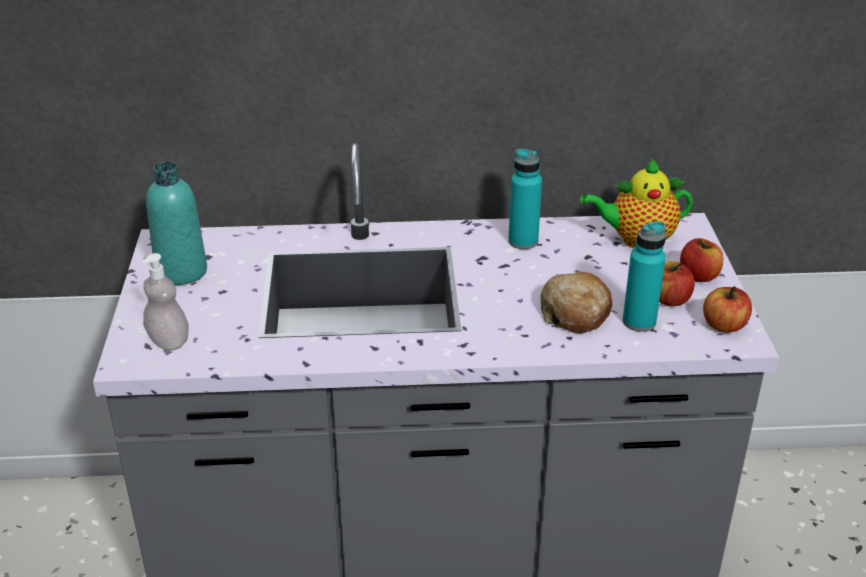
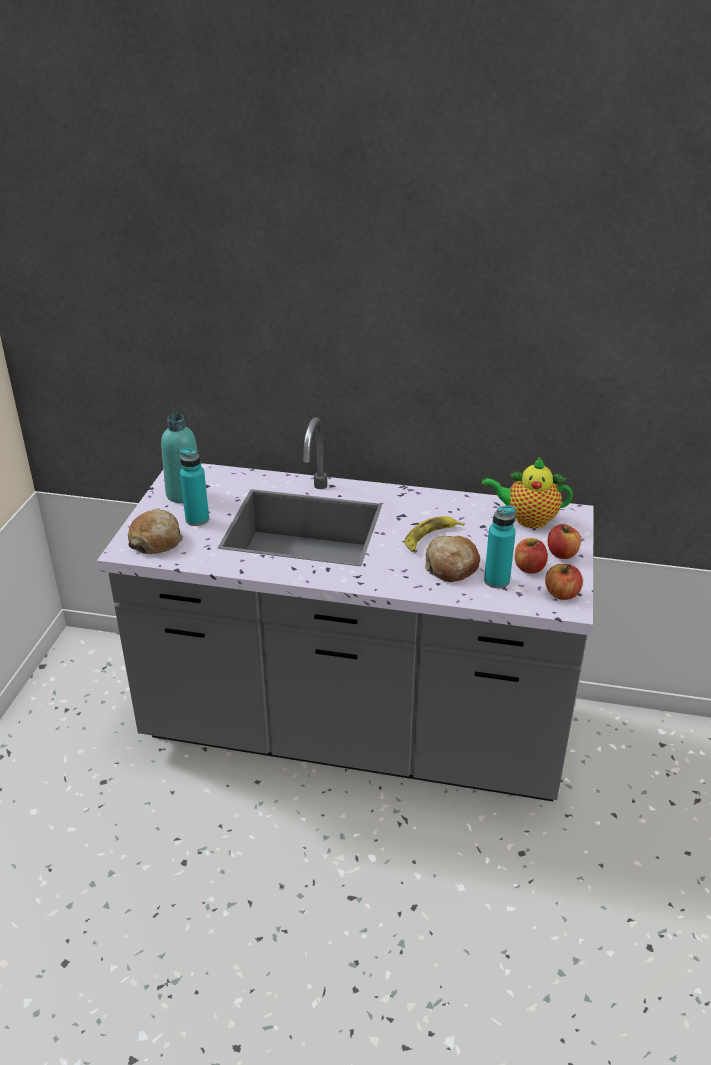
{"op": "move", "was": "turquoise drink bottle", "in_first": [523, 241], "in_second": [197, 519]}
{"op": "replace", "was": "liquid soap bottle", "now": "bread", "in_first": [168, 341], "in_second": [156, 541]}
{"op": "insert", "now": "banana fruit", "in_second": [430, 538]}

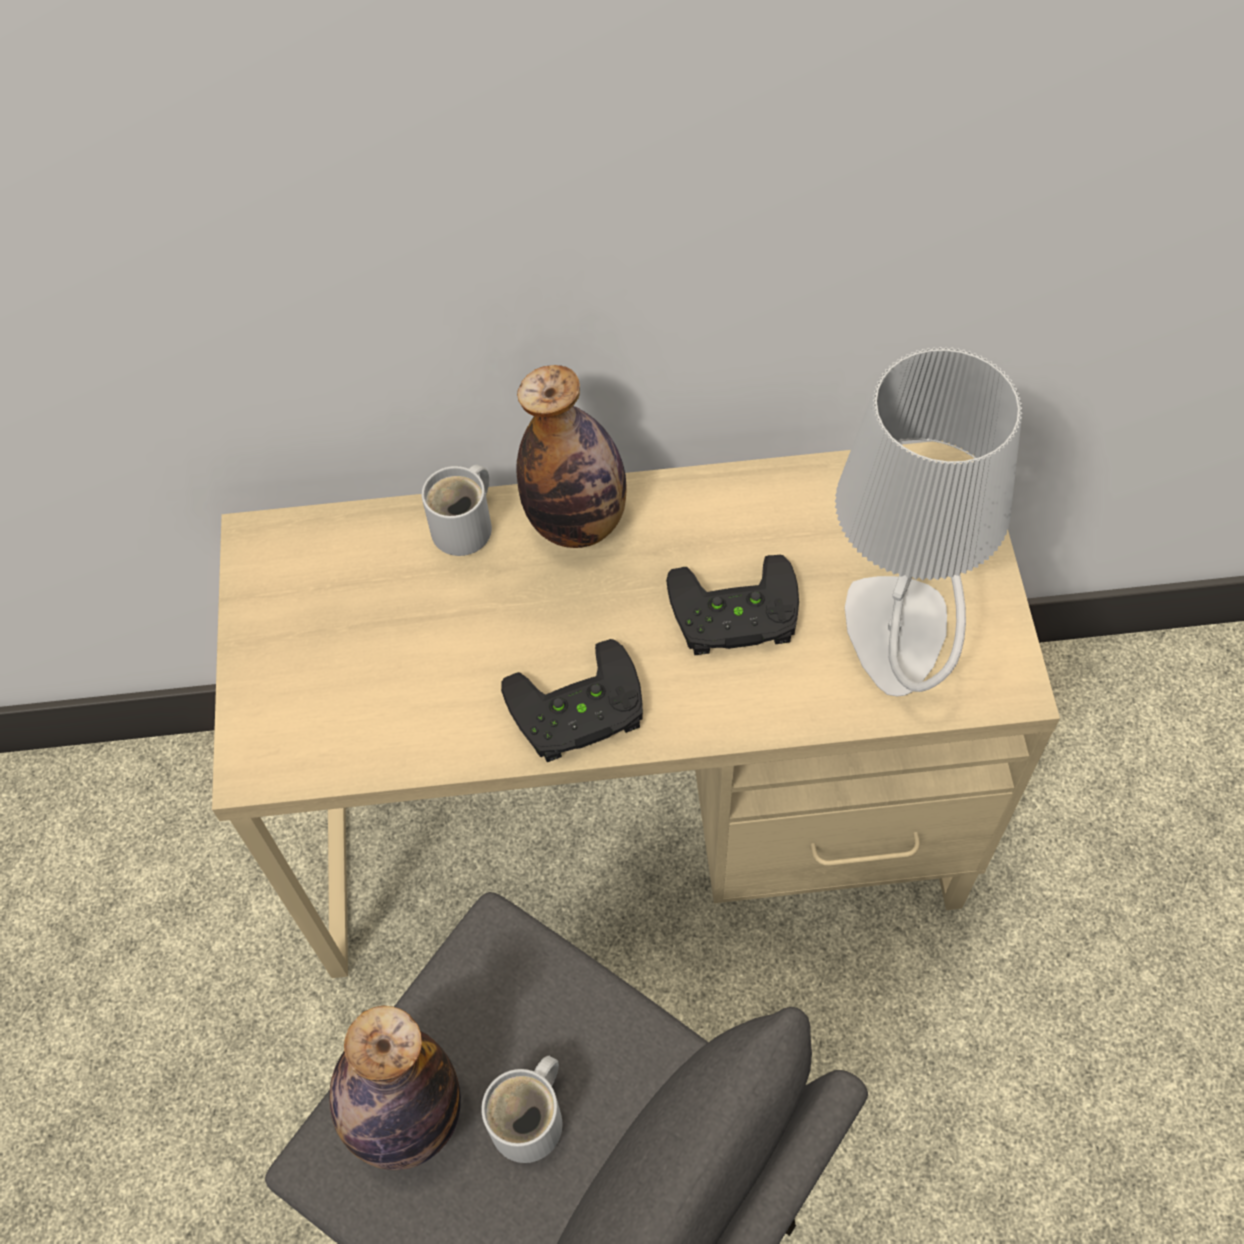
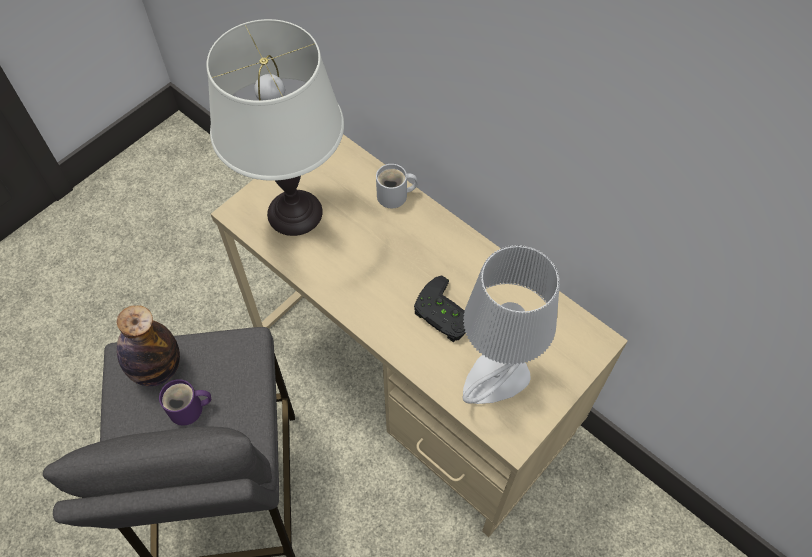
{"op": "delete", "was": "drink bottle", "in_first": [577, 521]}
{"op": "delete", "was": "blackish gamepad", "in_first": [578, 714]}
{"op": "recolor", "was": "white coffee mug", "now": "purple coffee mug", "in_first": [532, 1119], "in_second": [189, 410]}
{"op": "insert", "now": "white lamp for a table", "in_second": [294, 213]}

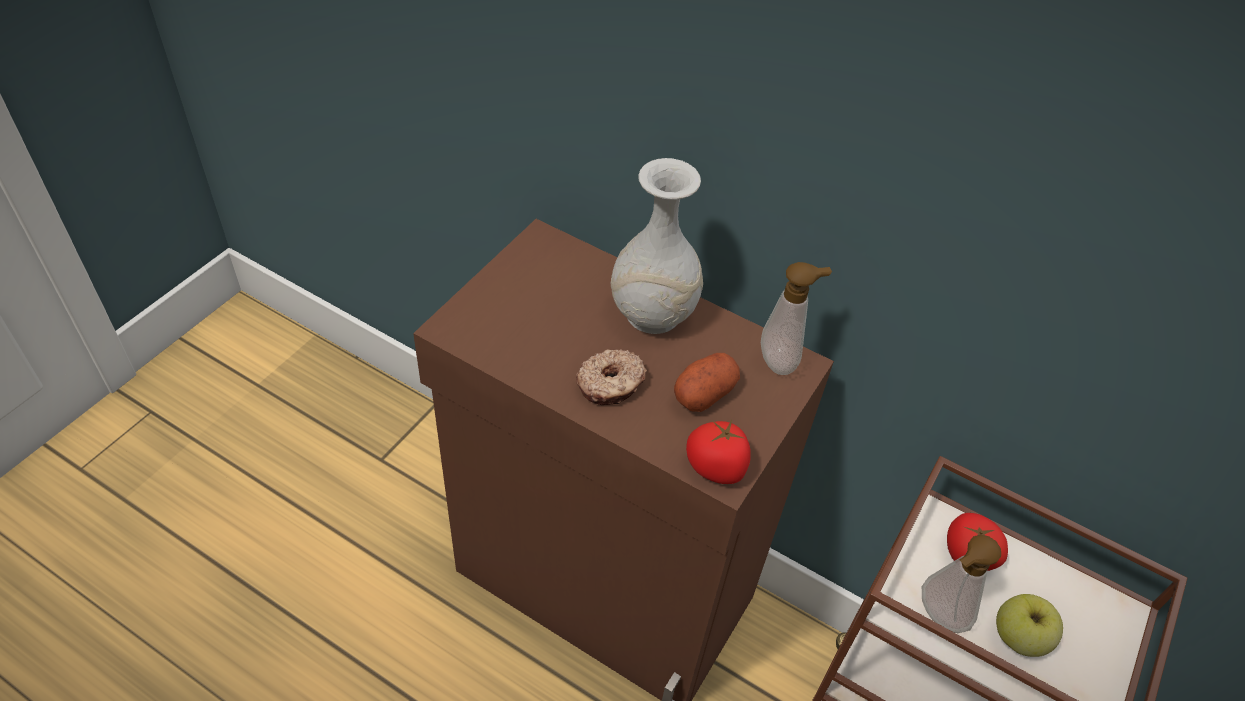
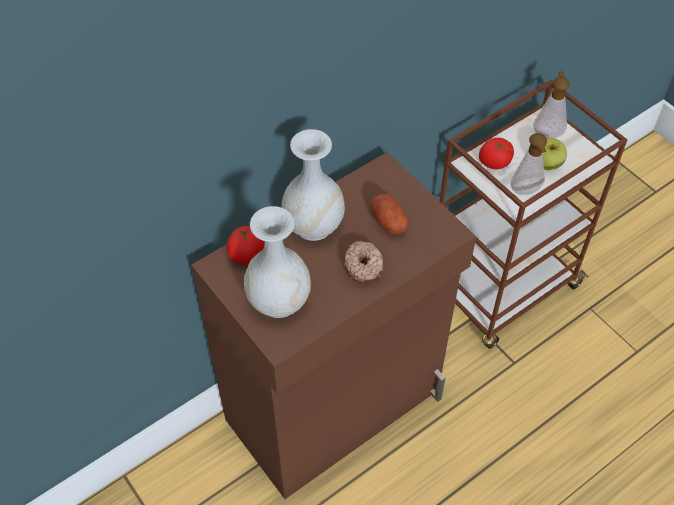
{"op": "move", "was": "liquid soap bottle", "in_first": [781, 361], "in_second": [547, 132]}
{"op": "move", "was": "fresh tomato", "in_first": [716, 467], "in_second": [248, 254]}
{"op": "insert", "now": "white decorative vase", "in_second": [279, 300]}

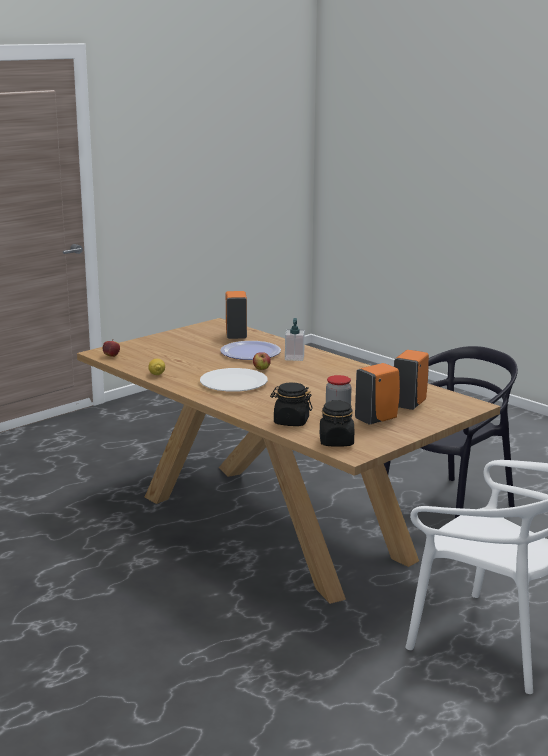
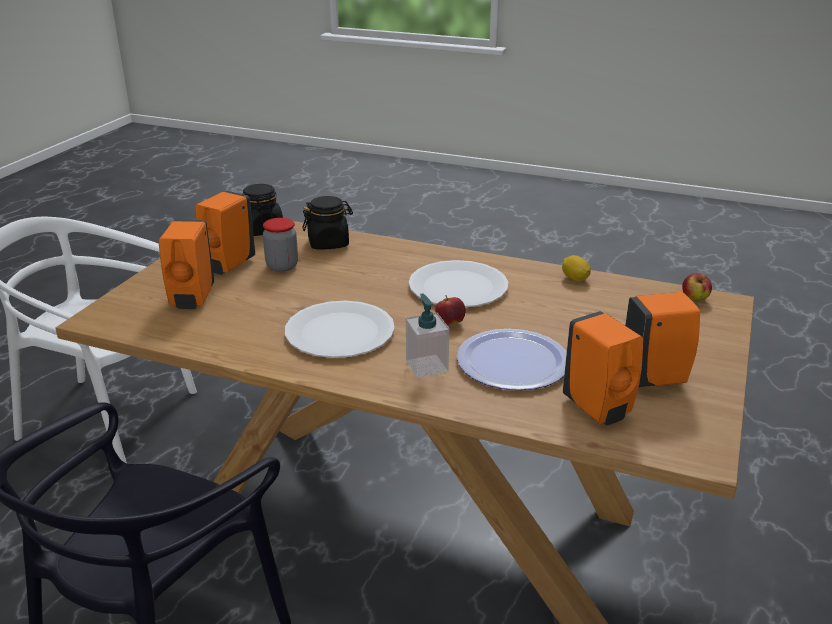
{"op": "insert", "now": "orange liquid soap bottle", "in_second": [655, 379]}
{"op": "insert", "now": "white flat dish", "in_second": [340, 332]}

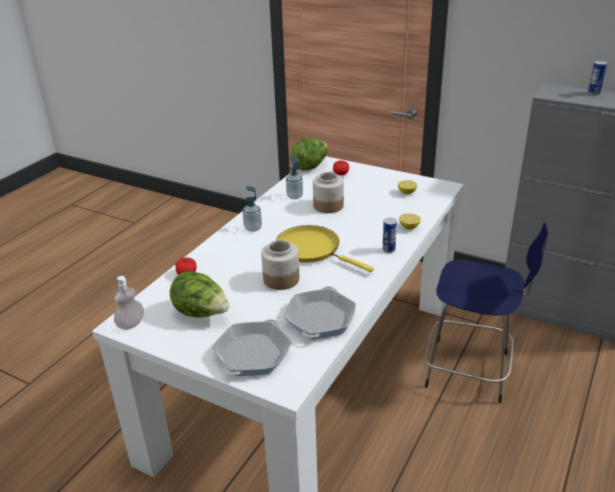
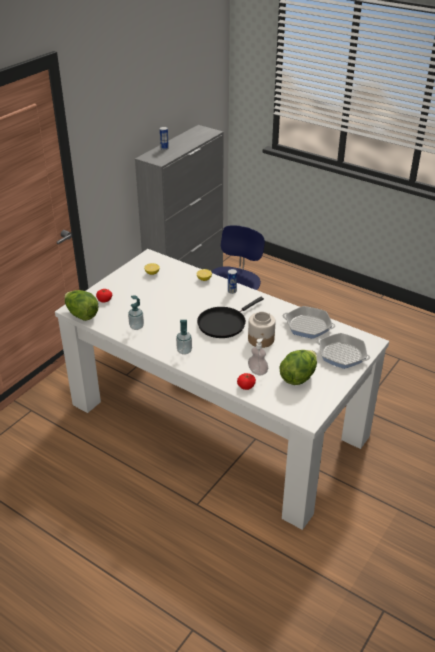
{"op": "delete", "was": "preserve jar", "in_first": [328, 206]}
{"op": "recolor", "was": "yellow pan", "now": "blackish pan", "in_first": [312, 249], "in_second": [224, 323]}
{"op": "move", "was": "liquid soap bottle", "in_first": [131, 324], "in_second": [257, 371]}

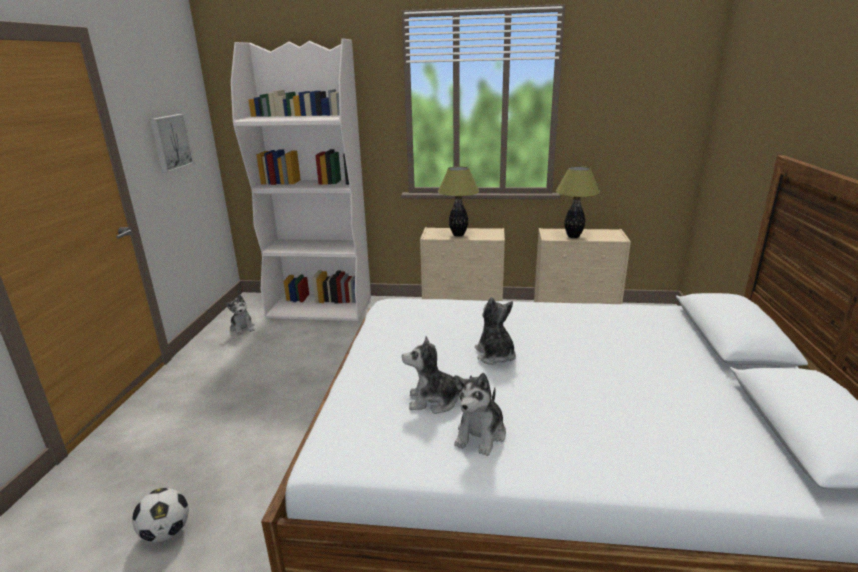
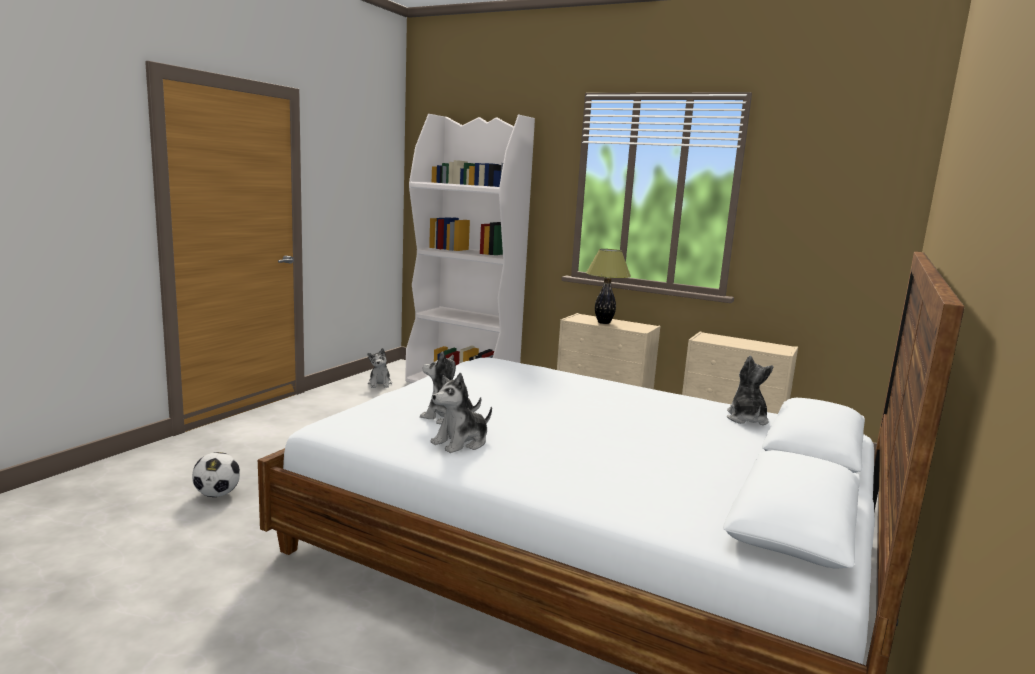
{"op": "delete", "was": "picture", "in_first": [170, 142]}
{"op": "delete", "was": "lamp for a table", "in_first": [573, 236]}
{"op": "move", "was": "plush toy", "in_first": [495, 355], "in_second": [746, 419]}

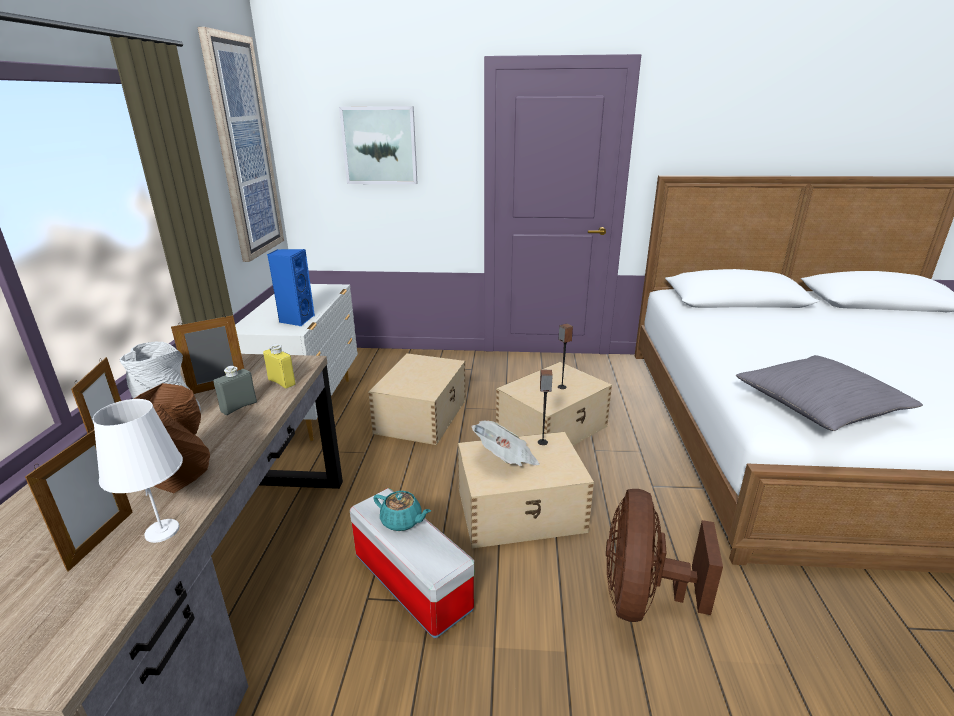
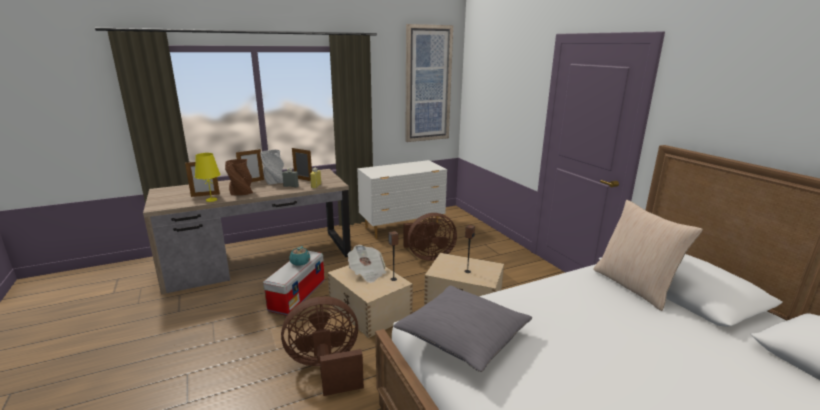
{"op": "delete", "was": "picture", "in_first": [380, 146]}
{"op": "delete", "was": "blue audio speaker", "in_first": [296, 320]}
{"op": "replace", "was": "beige-coloured storage bin", "now": "brown fan", "in_first": [422, 415], "in_second": [428, 256]}
{"op": "recolor", "was": "white lamp for a table", "now": "yellow lamp for a table", "in_first": [162, 531], "in_second": [211, 200]}
{"op": "insert", "now": "beige-coloured cushion", "in_second": [634, 286]}

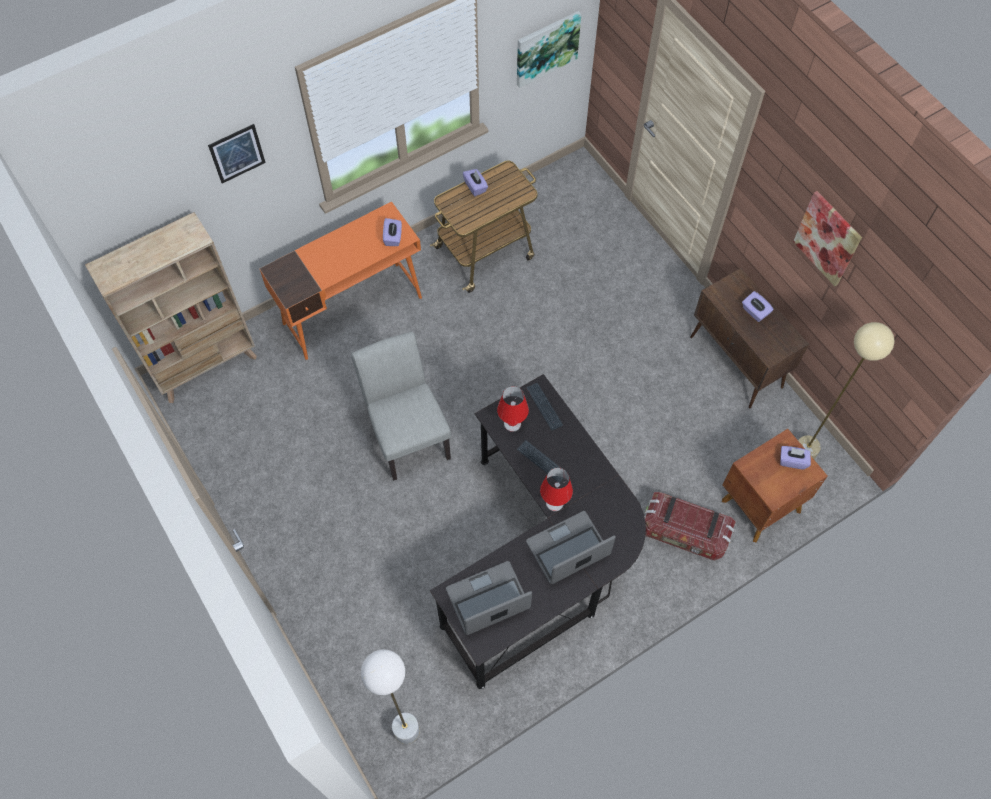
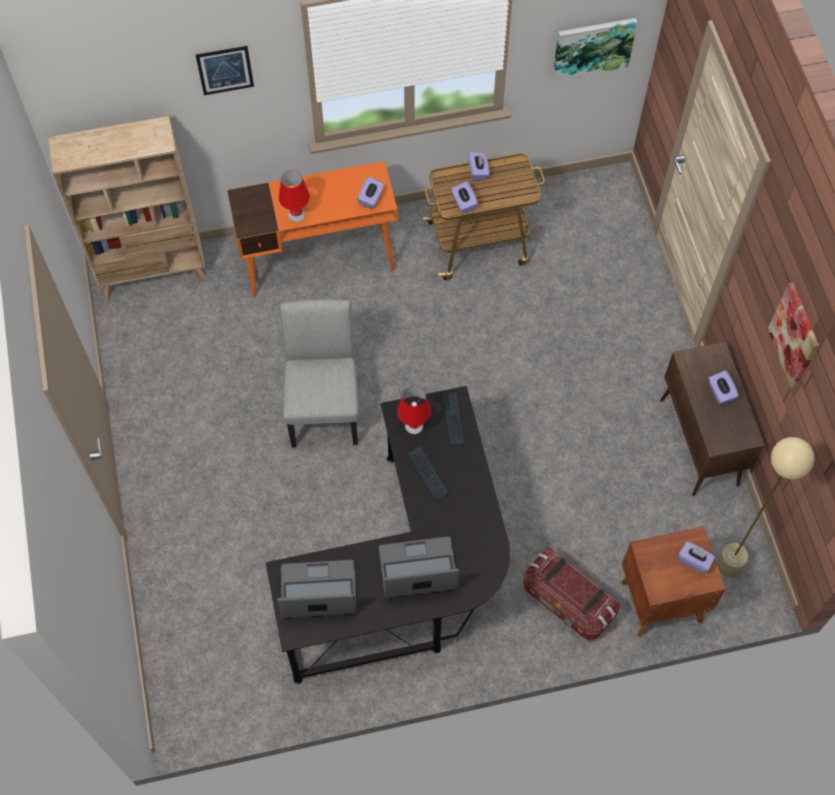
{"op": "move", "was": "reddish lamp for a table", "in_first": [554, 503], "in_second": [296, 215]}
{"op": "delete", "was": "white standard lamp", "in_first": [406, 730]}
{"op": "insert", "now": "purple tissue box", "in_second": [463, 203]}

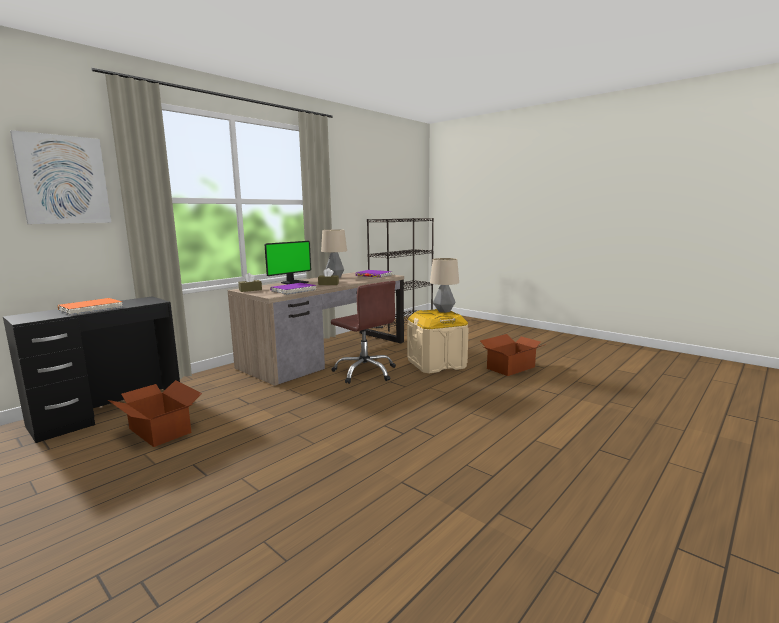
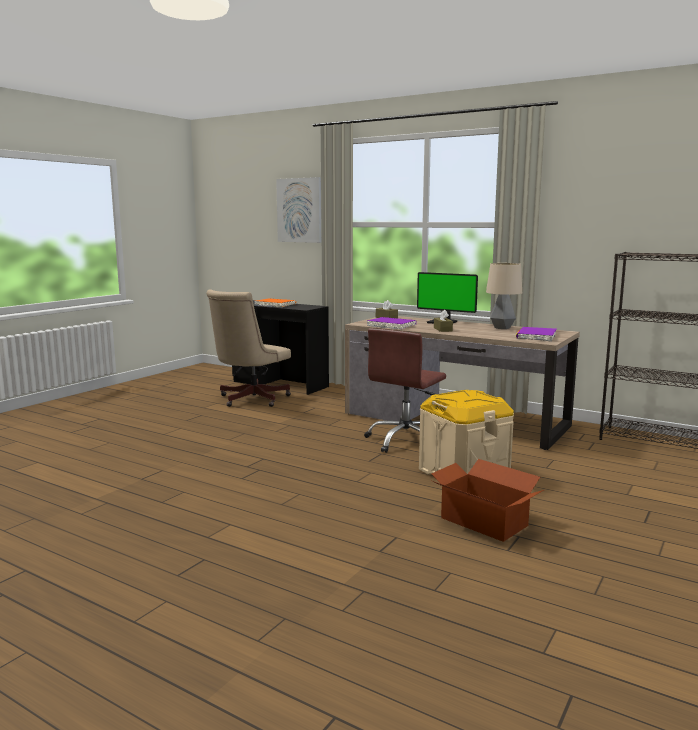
{"op": "delete", "was": "lamp for a table", "in_first": [444, 311]}
{"op": "replace", "was": "packing box", "now": "beige-coloured desk chair", "in_first": [159, 431], "in_second": [250, 400]}

